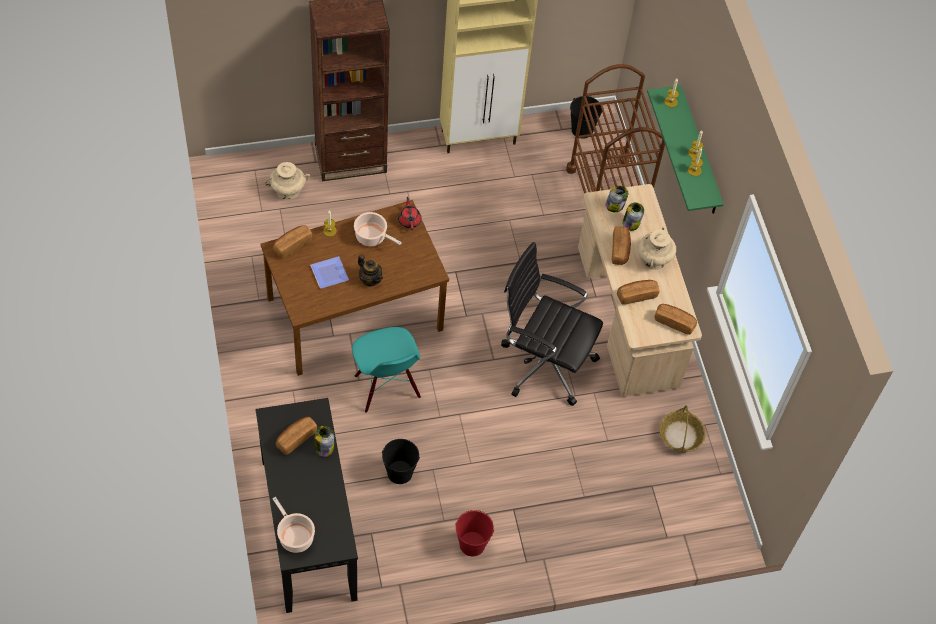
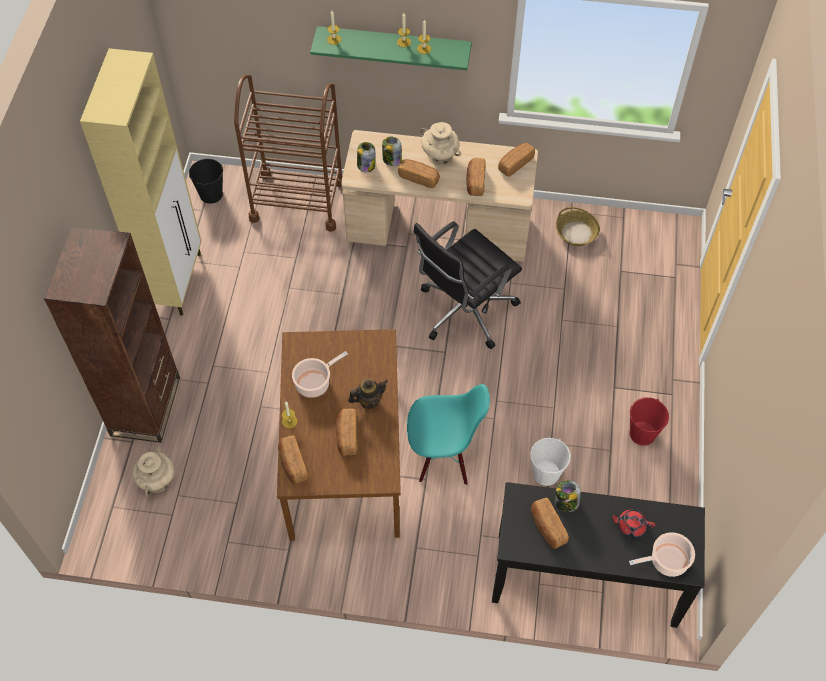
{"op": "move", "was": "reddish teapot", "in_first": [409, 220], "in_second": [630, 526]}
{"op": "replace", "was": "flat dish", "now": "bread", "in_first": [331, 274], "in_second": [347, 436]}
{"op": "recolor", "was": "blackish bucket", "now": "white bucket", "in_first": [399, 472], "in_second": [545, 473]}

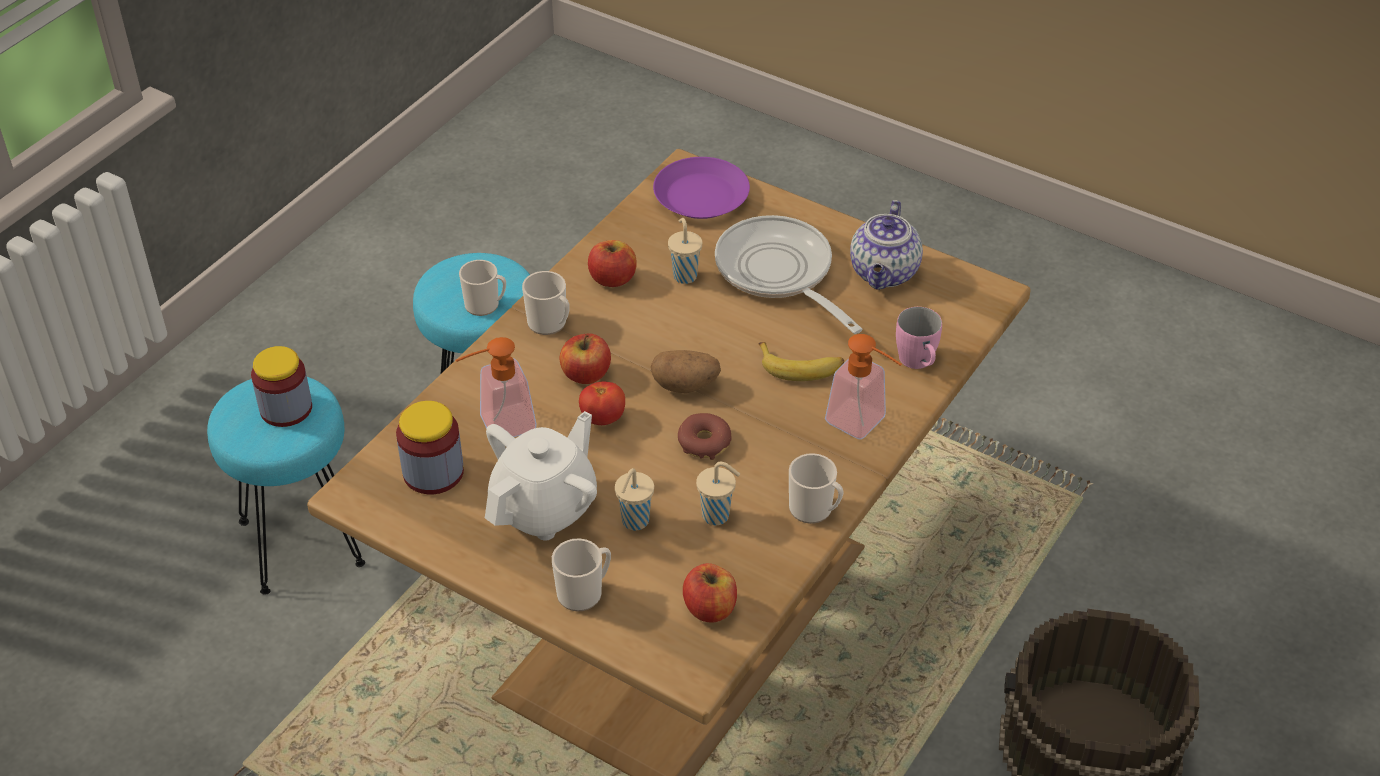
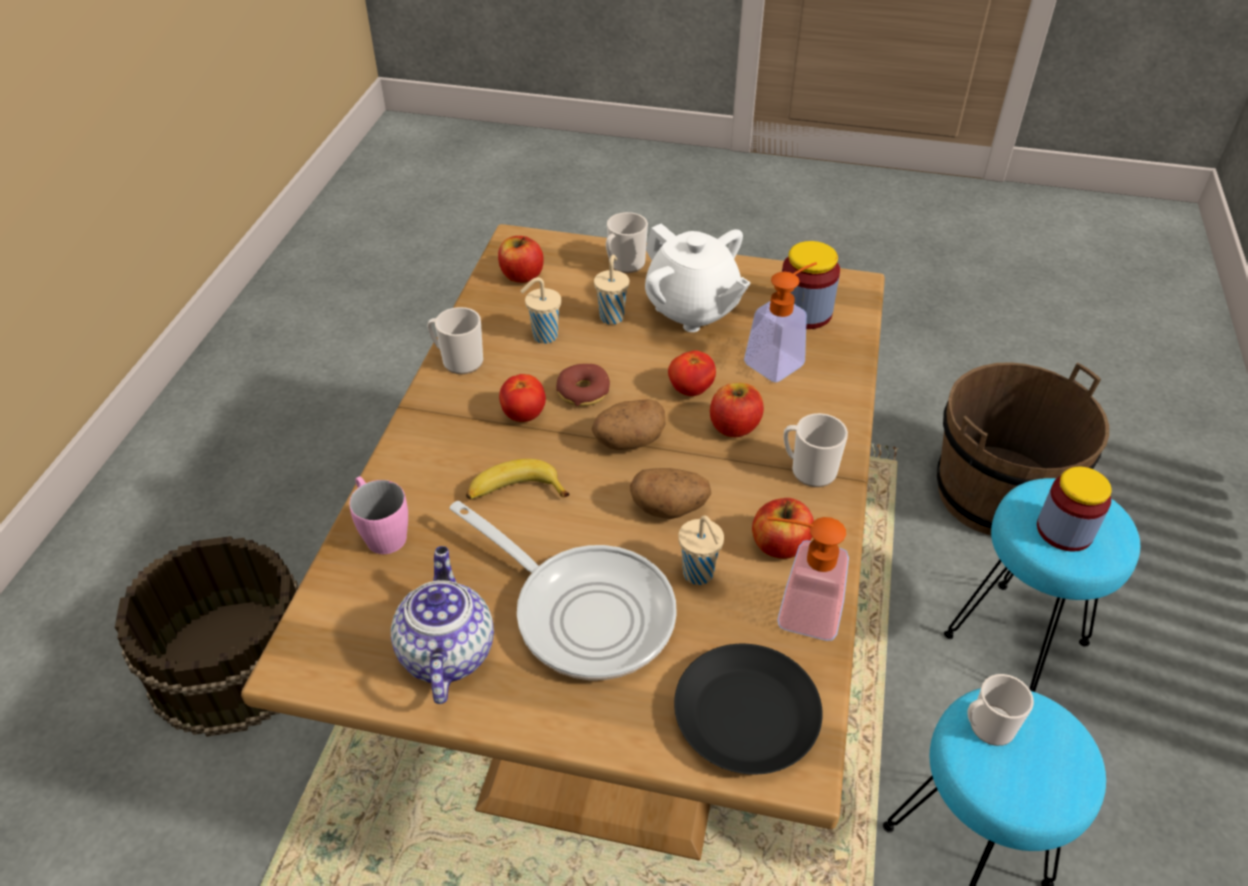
{"op": "recolor", "was": "purple flat dish", "now": "blackish flat dish", "in_first": [700, 197], "in_second": [747, 715]}
{"op": "move", "was": "liquid soap bottle", "in_first": [863, 424], "in_second": [796, 611]}
{"op": "rotate", "was": "white teapot", "in_first": [545, 508], "in_second": [692, 309], "clockwise": -60}
{"op": "insert", "now": "brown bucket", "in_second": [997, 493]}
{"op": "insert", "now": "fresh tomato", "in_second": [523, 414]}
{"op": "insert", "now": "whole potato", "in_second": [669, 508]}

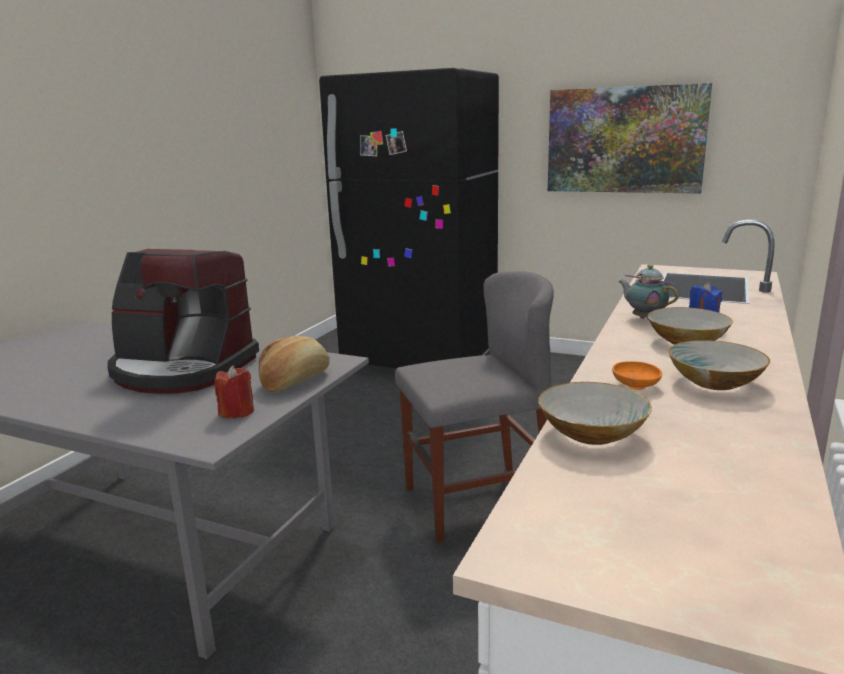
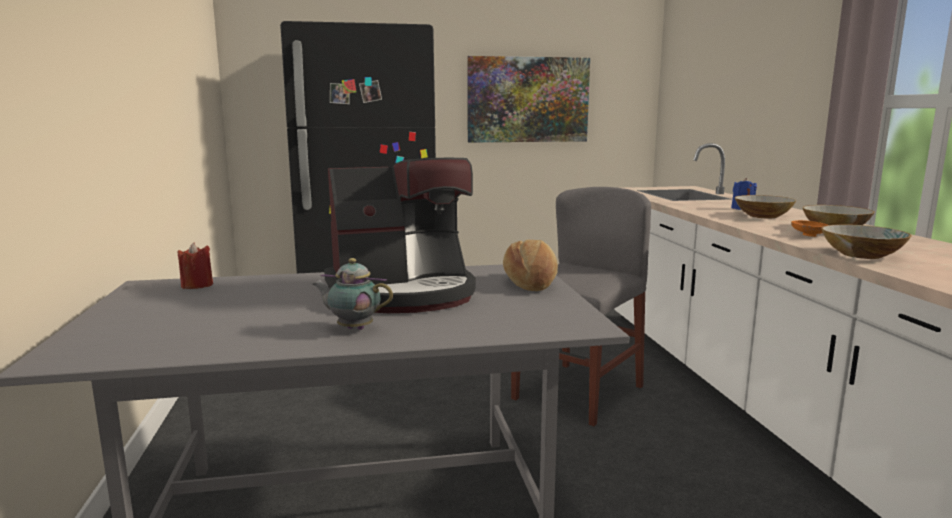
{"op": "move", "was": "teapot", "in_first": [644, 319], "in_second": [353, 328]}
{"op": "move", "was": "reddish candle", "in_first": [237, 412], "in_second": [197, 285]}

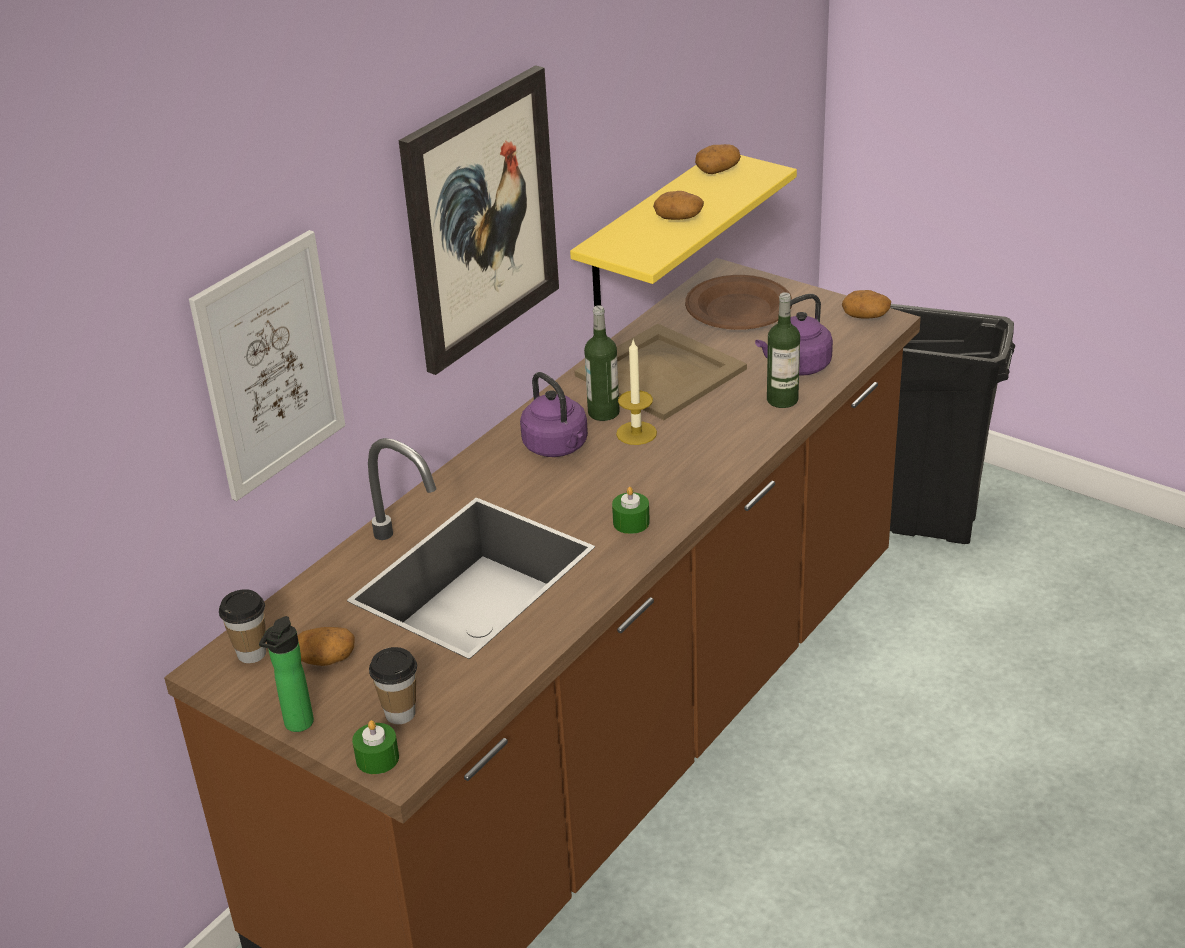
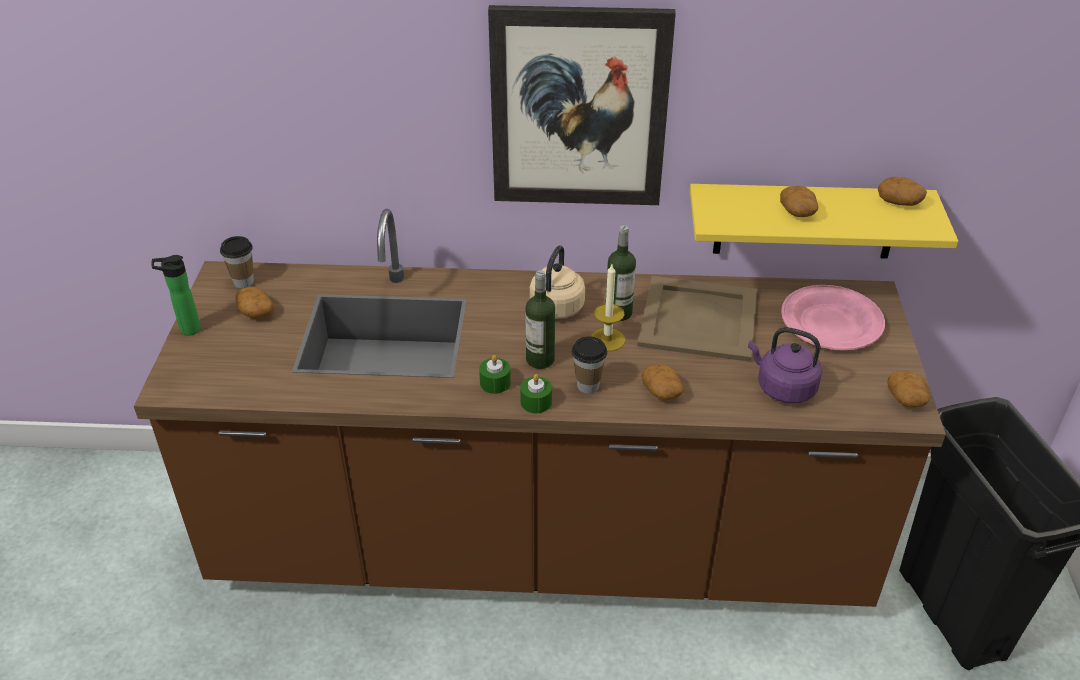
{"op": "delete", "was": "picture", "in_first": [270, 365]}
{"op": "recolor", "was": "brown flat dish", "now": "pink flat dish", "in_first": [739, 309], "in_second": [831, 323]}
{"op": "move", "was": "drink bottle", "in_first": [782, 400], "in_second": [540, 360]}
{"op": "recolor", "was": "purple tea kettle", "now": "beige-coloured tea kettle", "in_first": [557, 447], "in_second": [555, 310]}
{"op": "move", "was": "small cup", "in_first": [400, 713], "in_second": [588, 385]}
{"op": "move", "was": "green-coloured candle", "in_first": [377, 758], "in_second": [536, 402]}
{"op": "insert", "now": "whole potato", "in_second": [662, 392]}

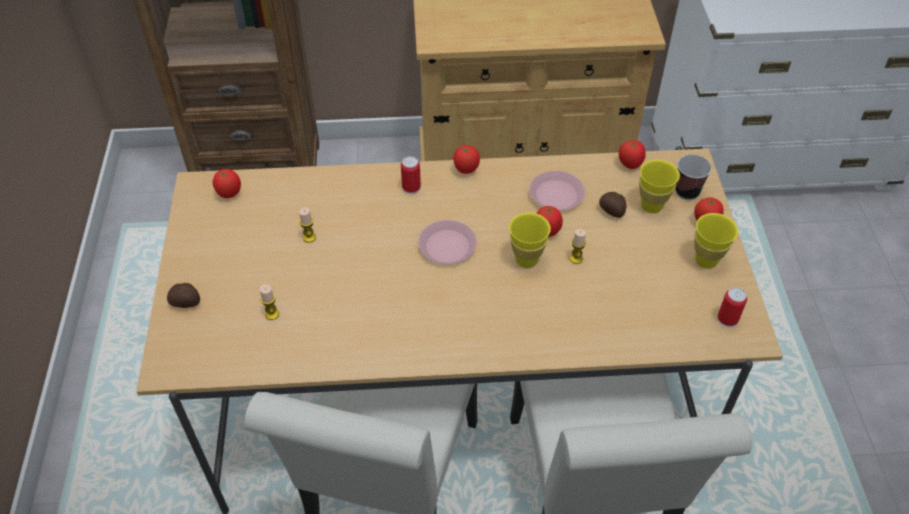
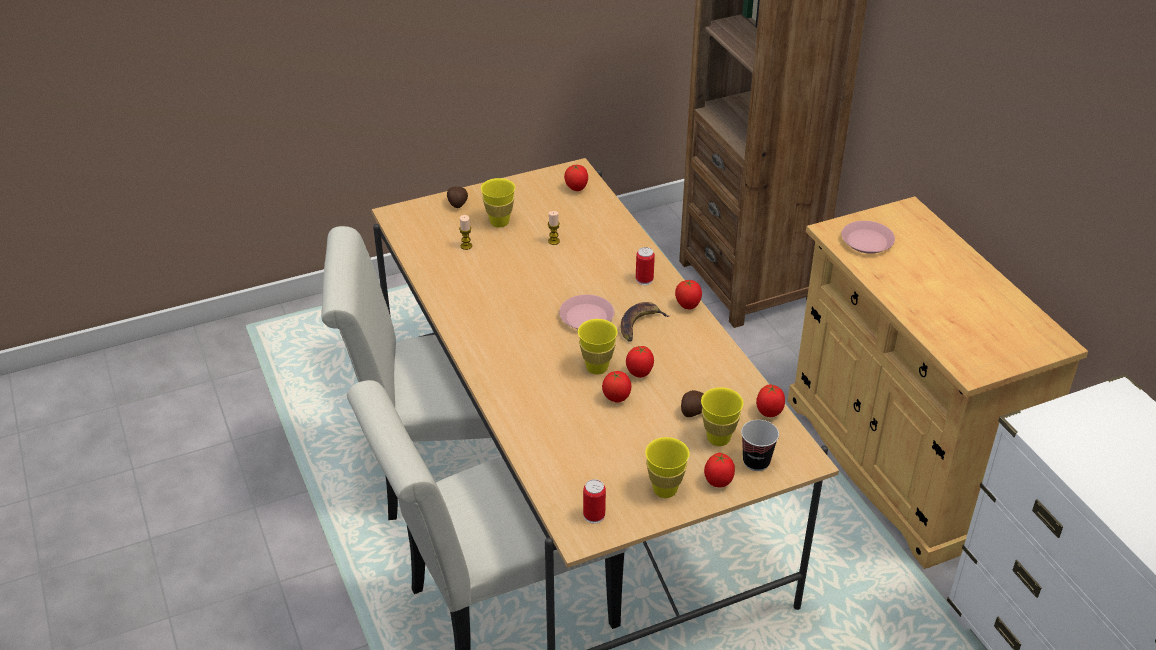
{"op": "move", "was": "pink flat dish", "in_first": [556, 195], "in_second": [867, 241]}
{"op": "replace", "was": "candle", "now": "fresh tomato", "in_first": [576, 258], "in_second": [616, 398]}
{"op": "insert", "now": "yellow small cup", "in_second": [499, 222]}
{"op": "insert", "now": "banana fruit", "in_second": [640, 324]}

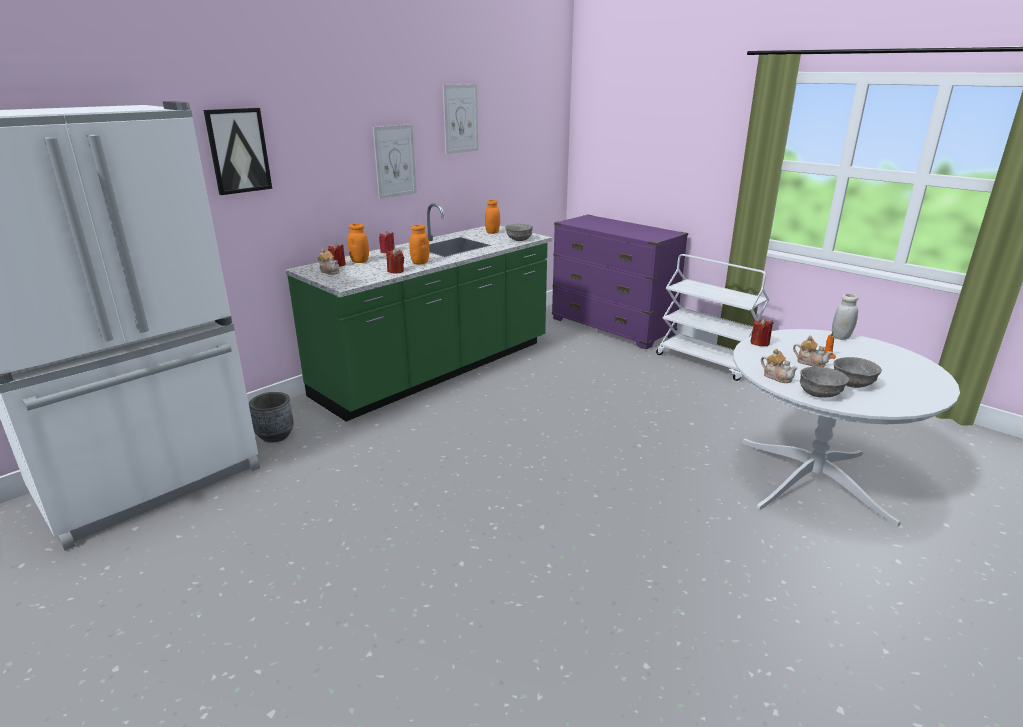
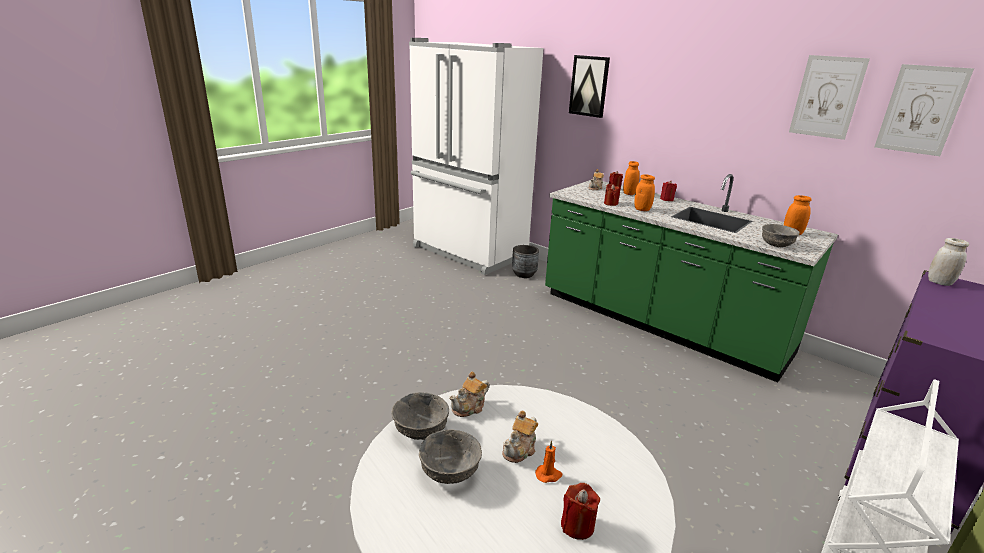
{"op": "move", "was": "picture", "in_first": [395, 161], "in_second": [921, 110]}
{"op": "move", "was": "white preserve jar", "in_first": [841, 337], "in_second": [939, 282]}
{"op": "move", "was": "reddish candle", "in_first": [759, 343], "in_second": [577, 525]}

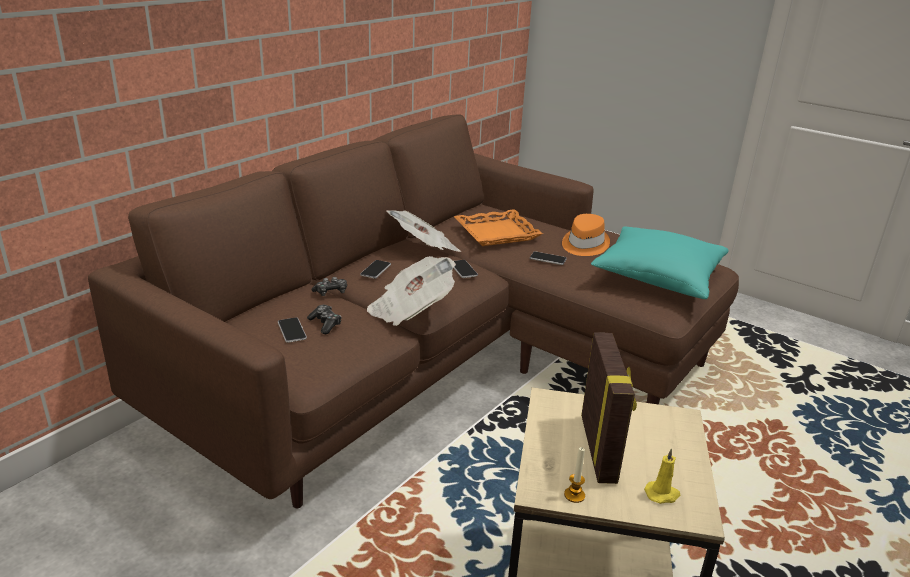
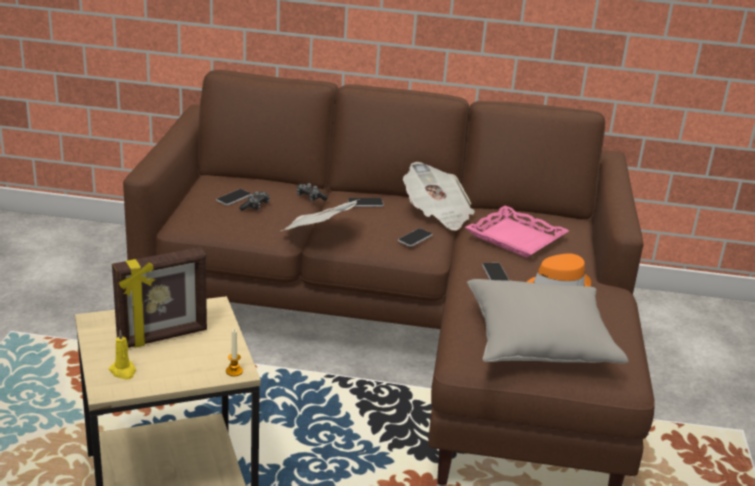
{"op": "recolor", "was": "orange serving tray", "now": "pink serving tray", "in_first": [497, 233], "in_second": [515, 238]}
{"op": "recolor", "was": "turquoise cushion", "now": "grey cushion", "in_first": [658, 277], "in_second": [539, 342]}
{"op": "move", "was": "candle", "in_first": [574, 495], "in_second": [234, 371]}

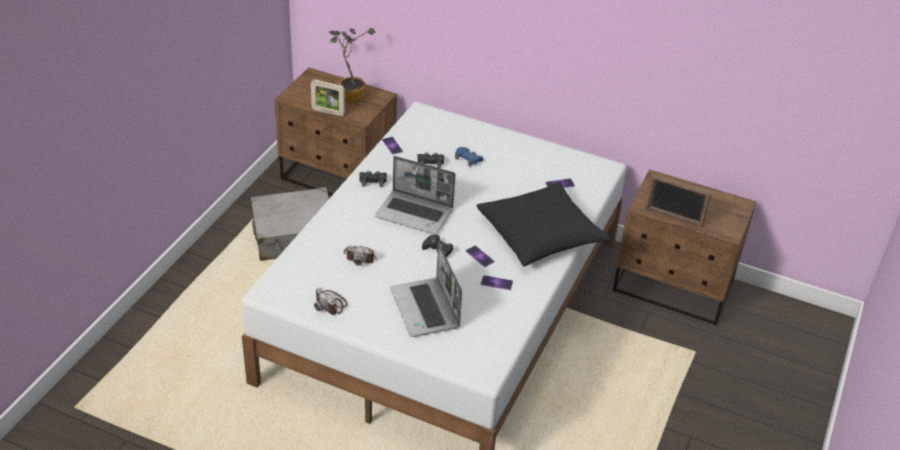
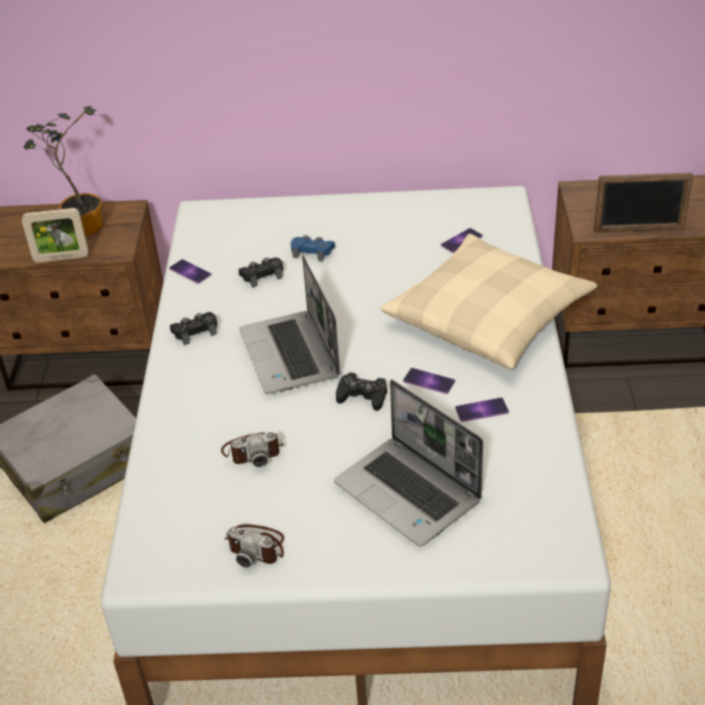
{"op": "rotate", "was": "laptop", "in_first": [415, 213], "in_second": [291, 355], "clockwise": 75}
{"op": "recolor", "was": "blackish cushion", "now": "beige-coloured cushion", "in_first": [541, 233], "in_second": [488, 316]}

